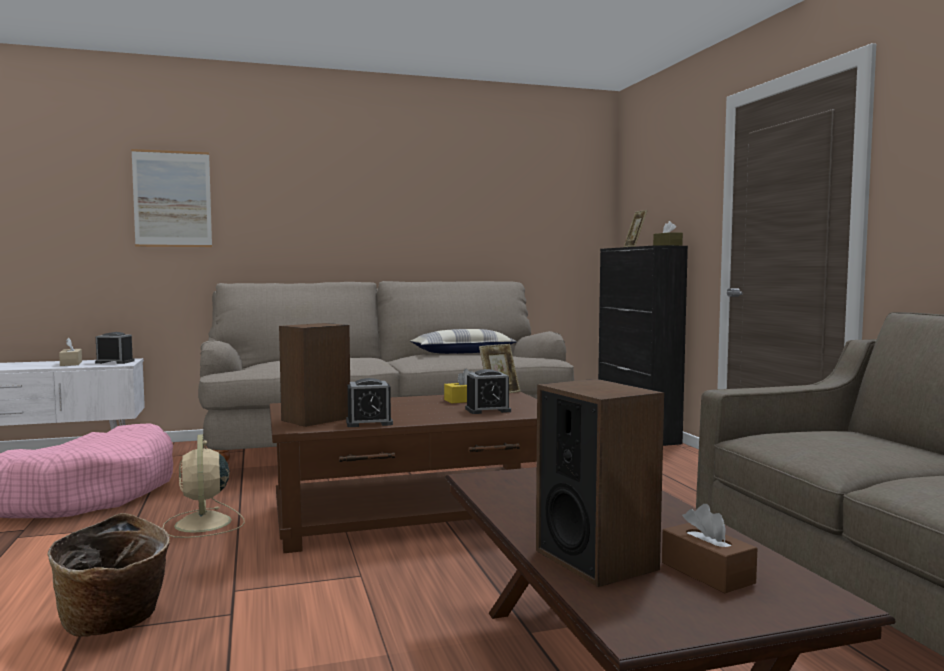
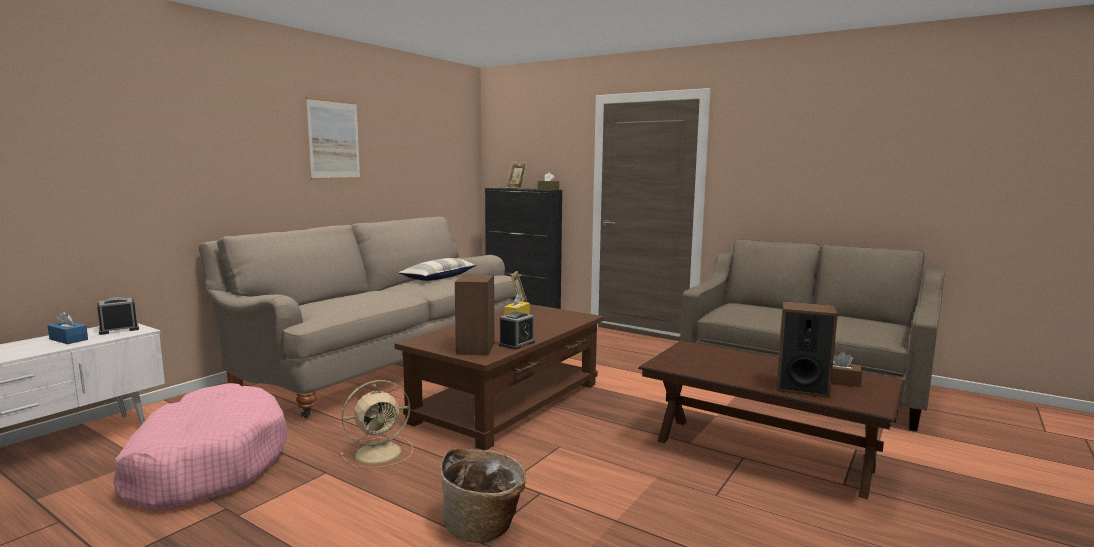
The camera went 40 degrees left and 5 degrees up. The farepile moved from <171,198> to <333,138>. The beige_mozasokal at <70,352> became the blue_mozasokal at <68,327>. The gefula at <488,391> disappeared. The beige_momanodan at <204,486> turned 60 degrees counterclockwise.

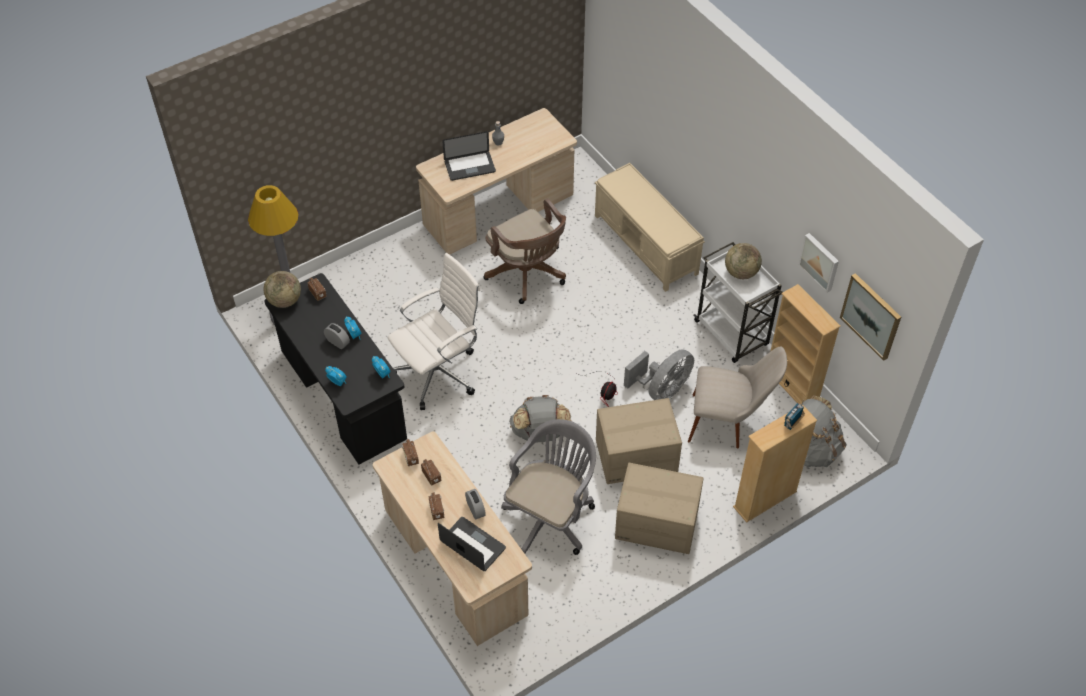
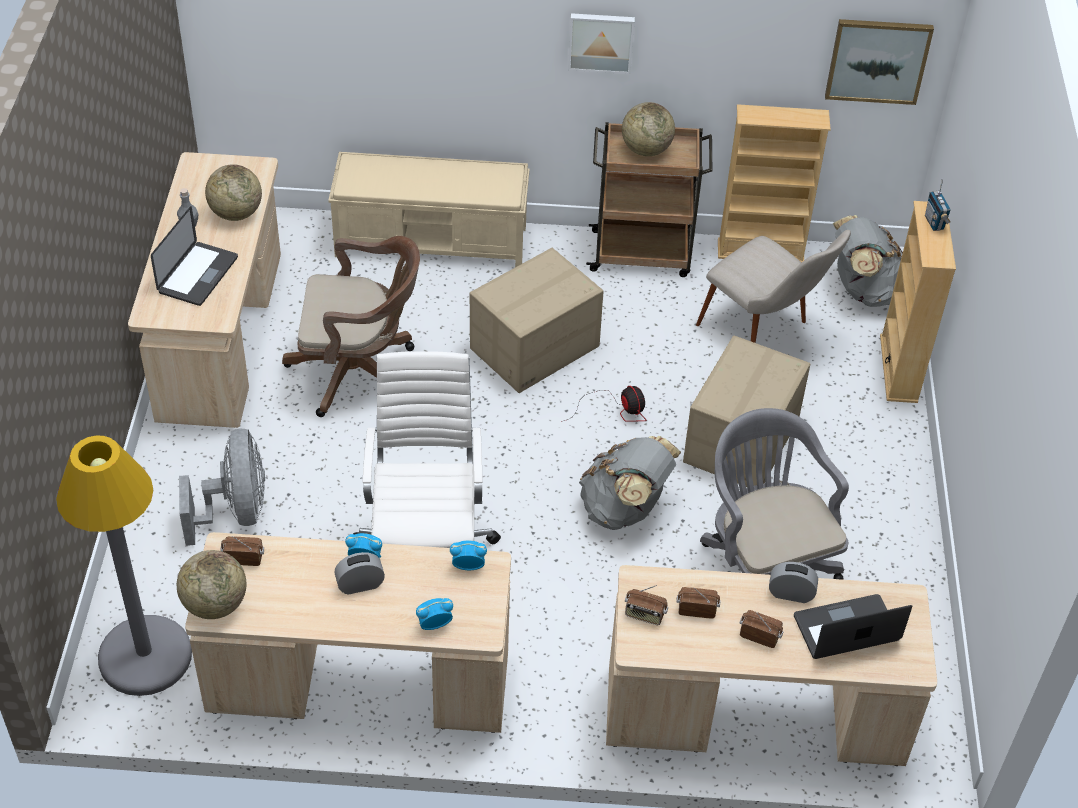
The camera went 55 degrees left and 5 degrees down. The farepile moved from <818,263> to <601,43>. The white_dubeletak at <738,302> became the brown_dubeletak at <649,199>. The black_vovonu at <335,369> became the beige_vovonu at <348,632>. The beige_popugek at <737,397> turned 90 degrees clockwise. The grey_momanodan moved from <659,374> to <222,487>. The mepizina moved from <659,508> to <537,320>. The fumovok at <233,192> appeared.

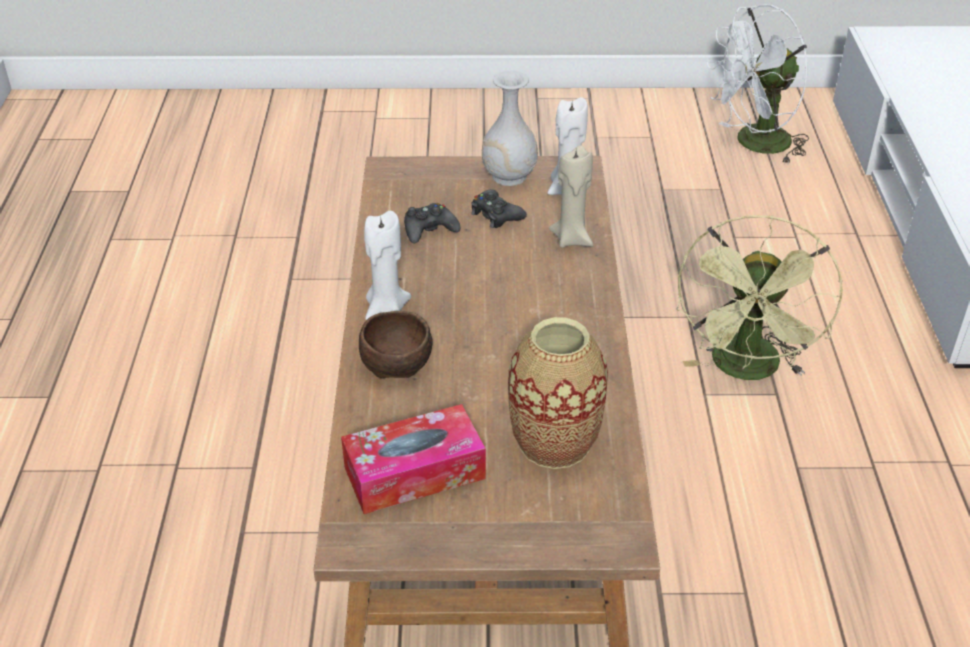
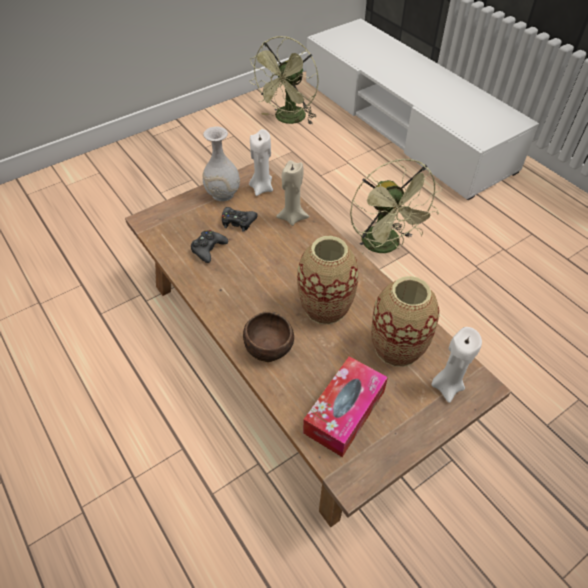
The camera went 35 degrees left and 10 degrees up. The white_momanodan at <758,84> became the green_momanodan at <284,80>. The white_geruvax moved from <387,265> to <456,365>. The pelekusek at <327,280> appeared.

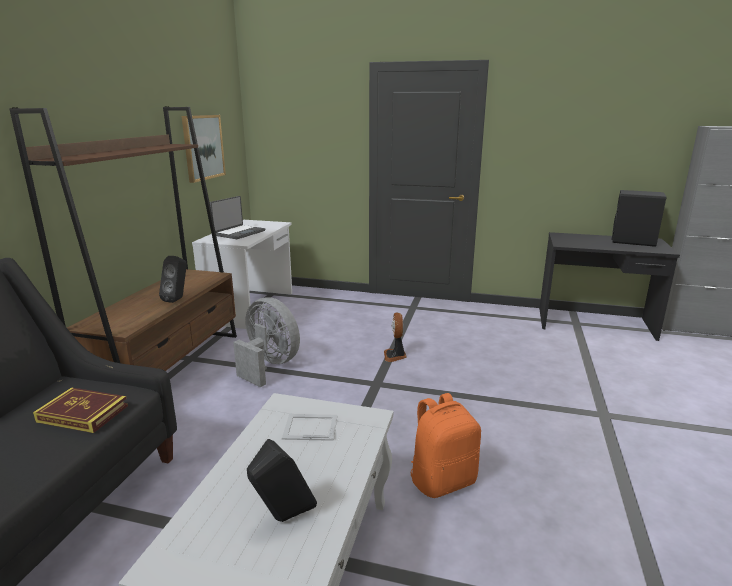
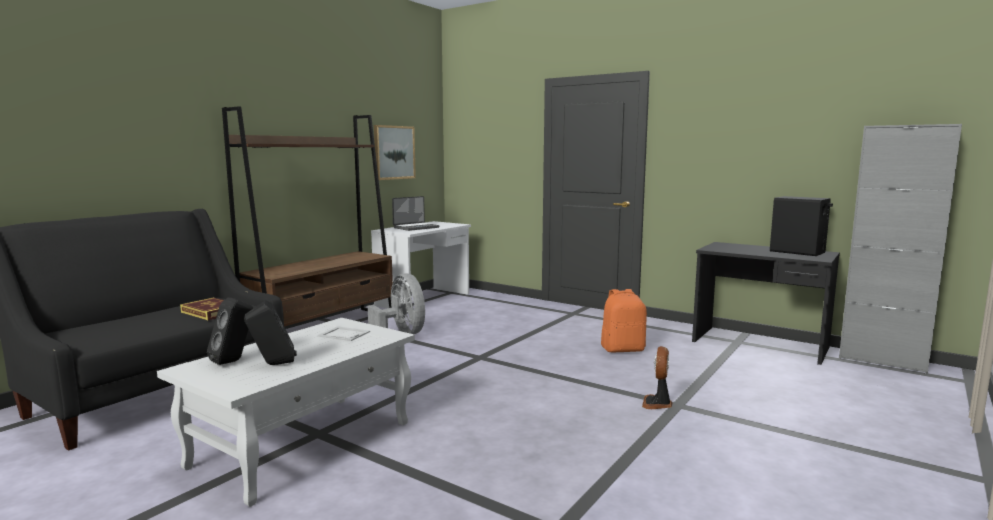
The camera went 20 degrees right and 10 degrees down. The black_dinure moved from <173,279> to <230,331>. The momanodan moved from <395,337> to <657,377>. The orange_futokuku moved from <445,445> to <624,320>.

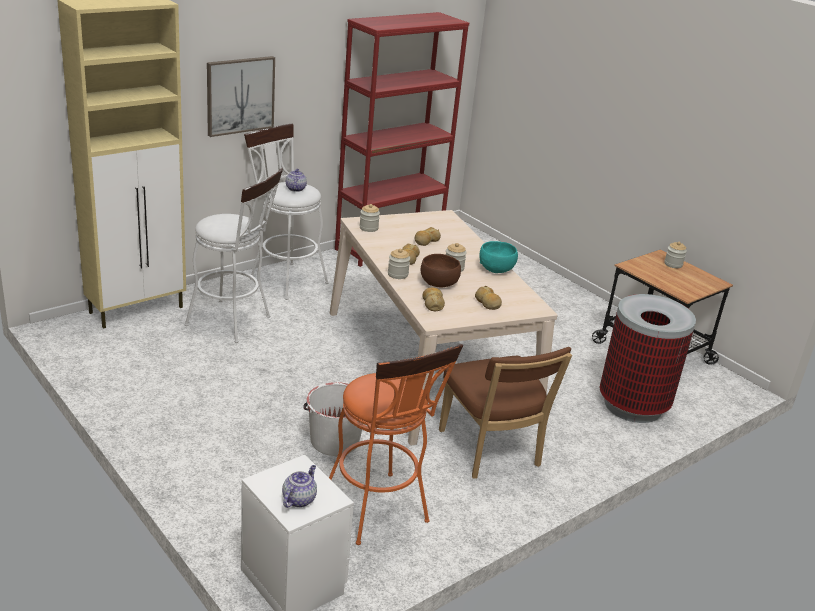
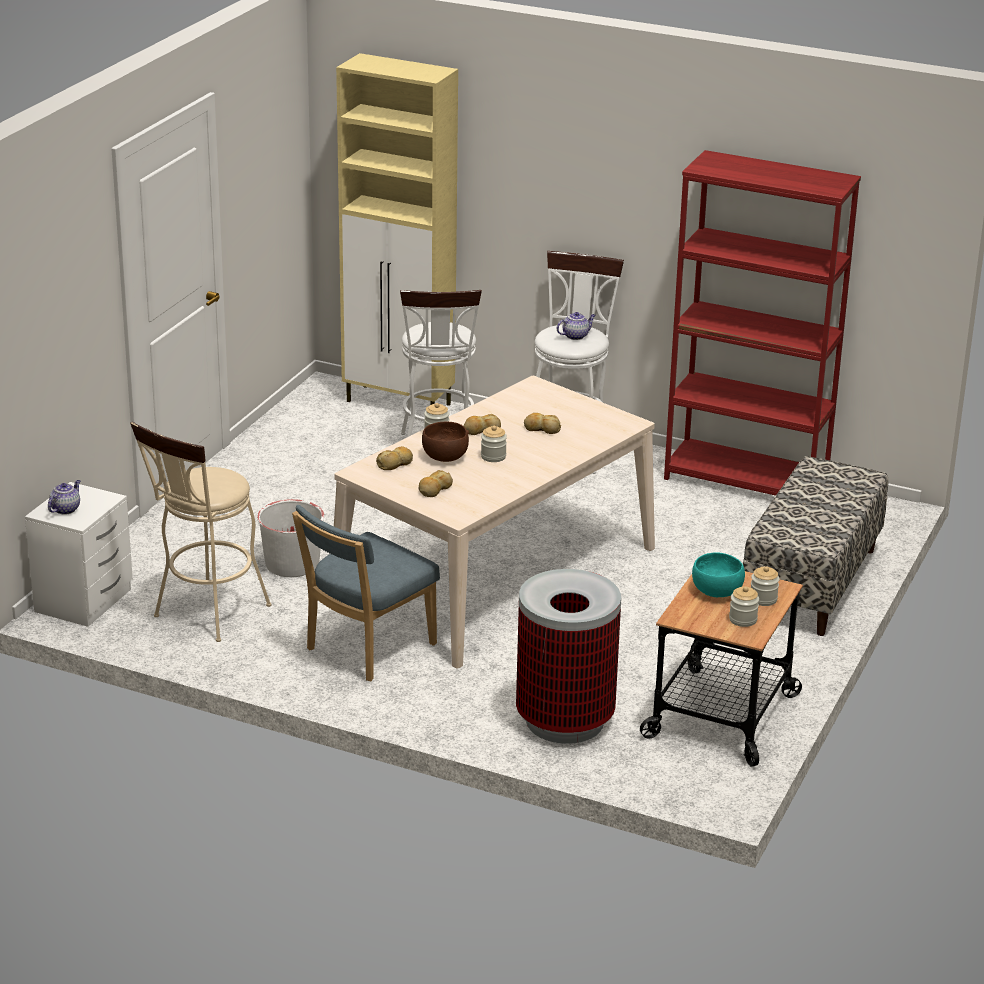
The camera went 65 degrees right and 0 degrees up. The farepile at <241,96> disappeared. The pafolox moved from <369,218> to <744,606>. The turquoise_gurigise moved from <498,257> to <718,574>. The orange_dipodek at <396,444> became the beige_dipodek at <201,532>. The brown_popugek at <505,413> became the blue_popugek at <366,593>. The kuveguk at <299,486> turned 60 degrees counterclockwise. The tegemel at <815,546> appeared.

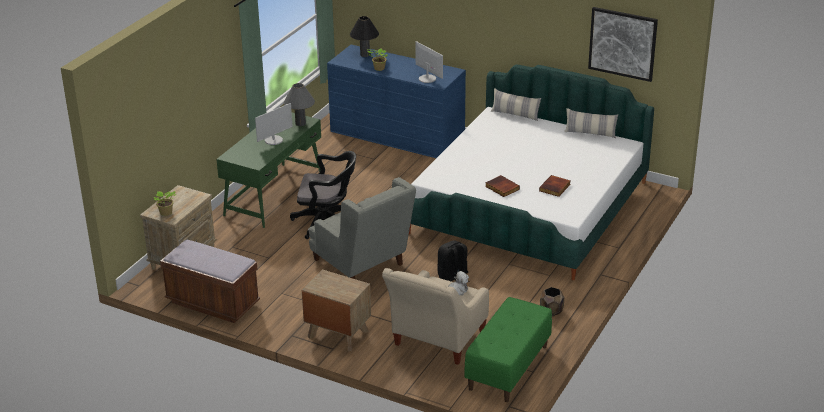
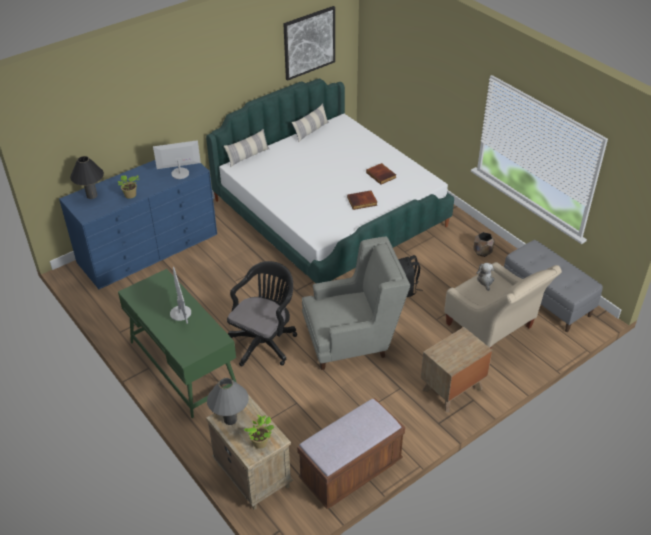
The camera went 65 degrees left and 10 degrees up. The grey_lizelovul moved from <299,104> to <228,401>. The green_tegemel at <508,349> became the grey_tegemel at <553,286>.

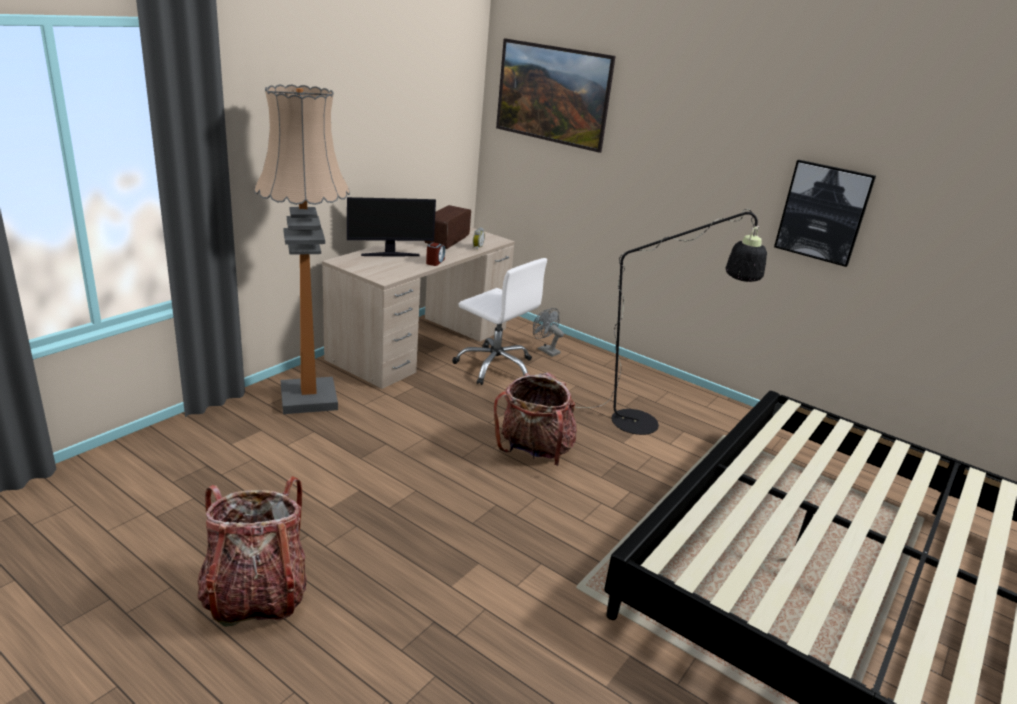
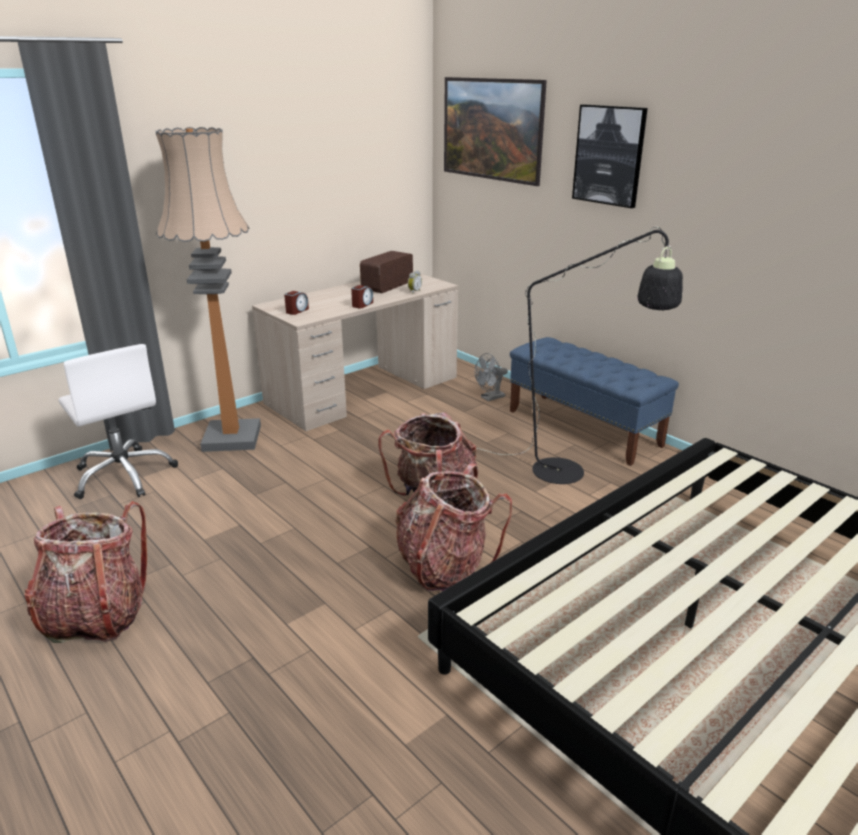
The camera went 15 degrees right and 0 degrees up. The farepile moved from <825,213> to <610,156>. The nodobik at <391,226> disappeared. The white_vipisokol moved from <499,321> to <118,421>. The grey_momanodan at <548,332> turned 90 degrees counterclockwise. The gefula at <296,303> appeared. The blue_tegemel at <594,401> appeared. The futokuku at <453,527> appeared.

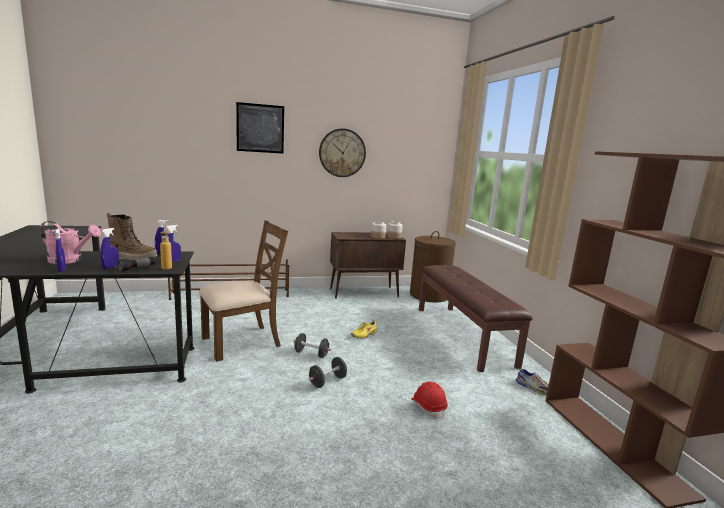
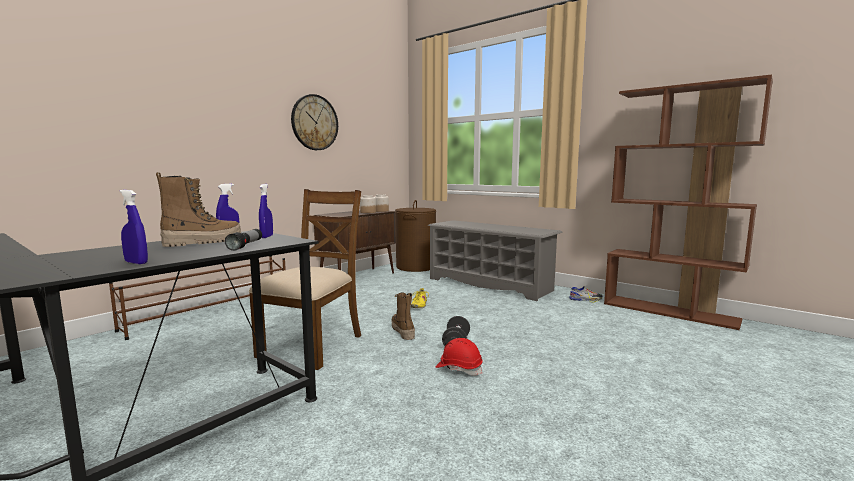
The camera went 35 degrees left and 5 degrees down. The farepile at <260,128> disappeared. The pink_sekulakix at <70,242> disappeared. The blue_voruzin at <109,248> disappeared. The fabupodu at <166,249> disappeared. The brown_tegemel at <476,318> was replaced by the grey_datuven at <495,260>. The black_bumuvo at <312,345> was replaced by the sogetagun at <403,316>. The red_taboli moved from <429,400> to <459,357>.

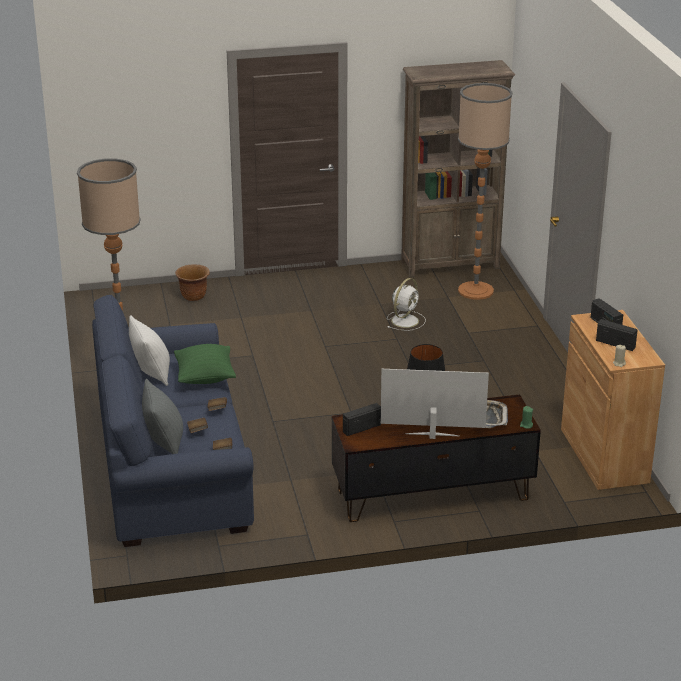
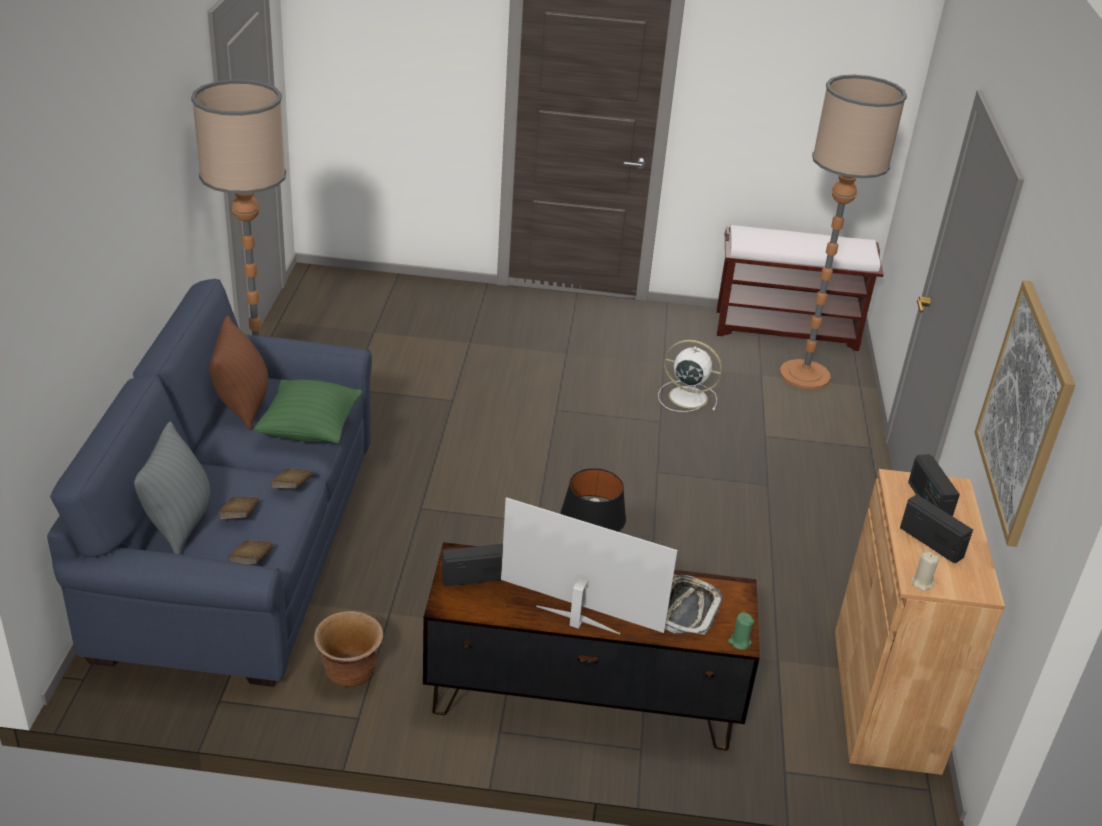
The camera went 15 degrees right and 5 degrees up. The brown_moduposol at <458,168> was replaced by the brown_tegemel at <800,288>. The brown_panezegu moved from <192,282> to <348,649>. The white_momanodan at <406,304> turned 120 degrees counterclockwise. The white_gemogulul at <149,350> became the brown_gemogulul at <239,372>. The farepile at <1025,413> appeared.

